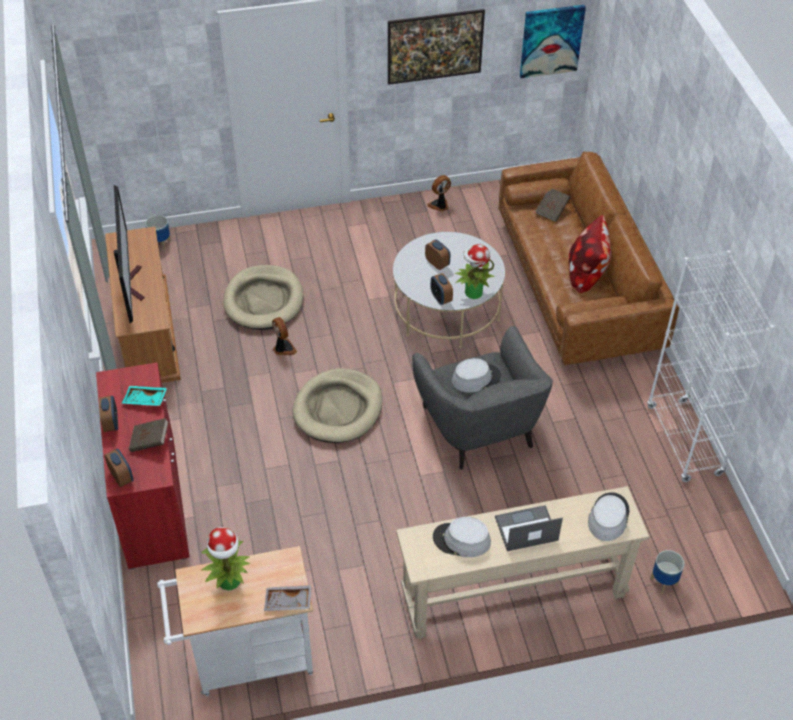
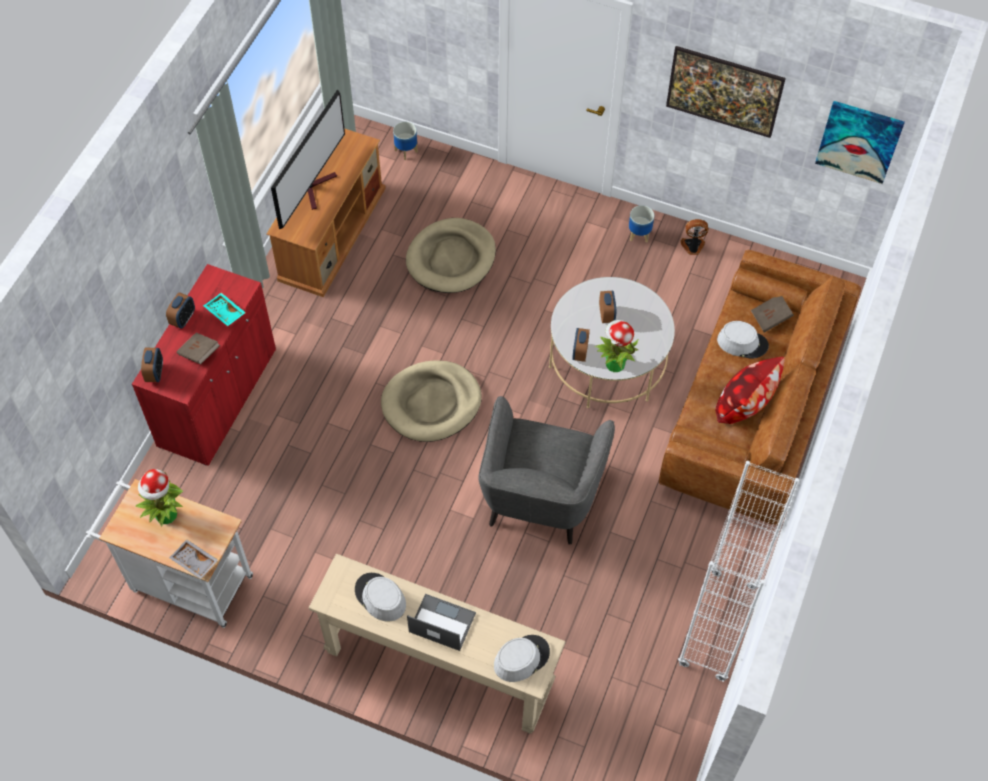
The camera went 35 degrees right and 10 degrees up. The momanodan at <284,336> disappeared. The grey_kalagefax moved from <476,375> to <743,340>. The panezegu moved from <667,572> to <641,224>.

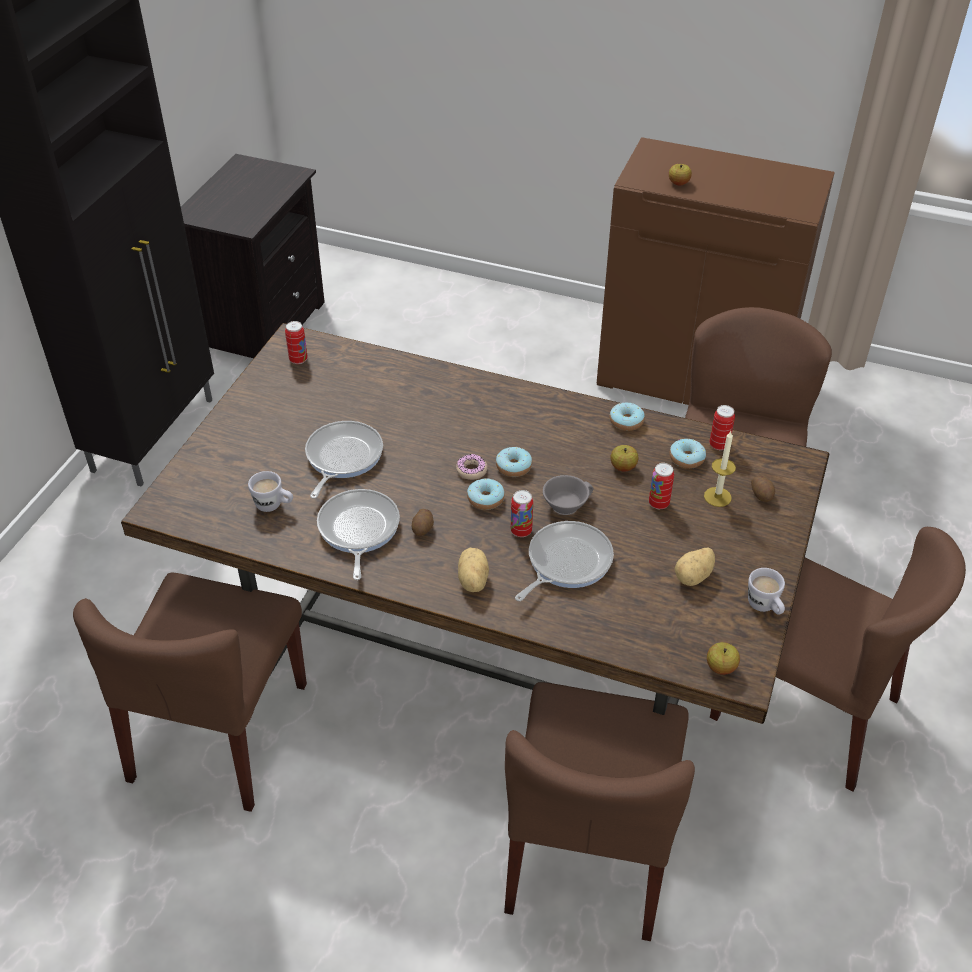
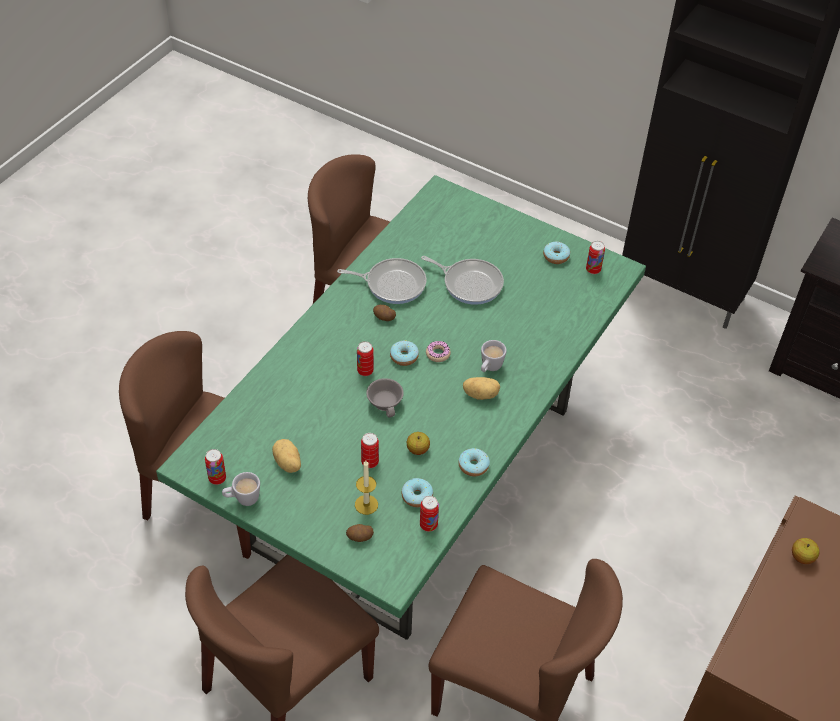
The camera went 100 degrees right and 5 degrees up. The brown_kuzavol at <475,523> became the green_kuzavol at <401,407>. The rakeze moved from <514,462> to <556,253>. The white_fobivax moved from <270,491> to <494,356>. The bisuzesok at <564,561> disappeared. The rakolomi moved from <473,570> to <481,388>. The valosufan at <723,658> disappeared. The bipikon at <215,467> appeared.

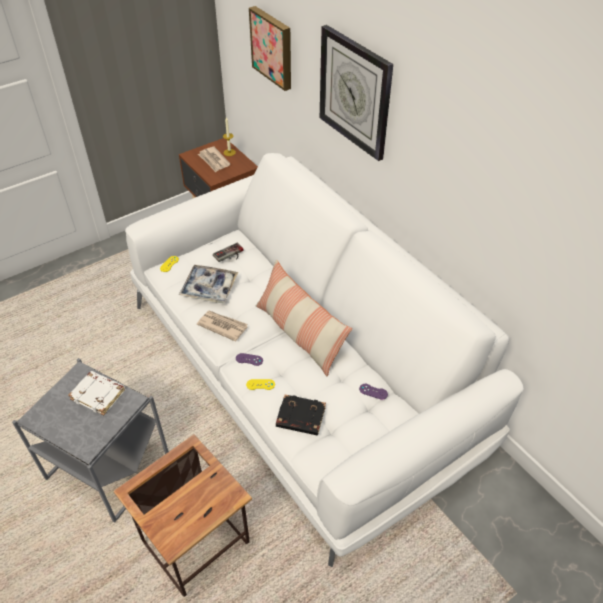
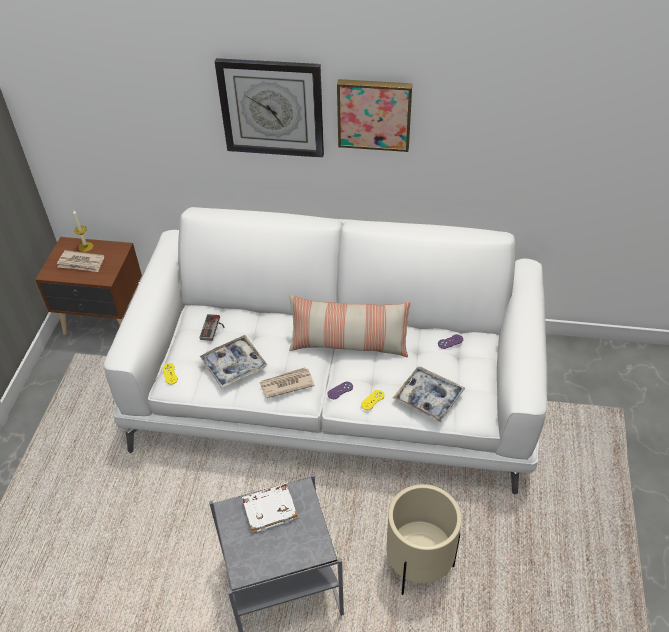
The camera went 45 degrees left and 0 degrees up. The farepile moved from <270,48> to <374,115>. The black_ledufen at <301,415> was replaced by the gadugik at <429,395>. The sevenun at <182,515> was replaced by the beige_panezegu at <424,539>.

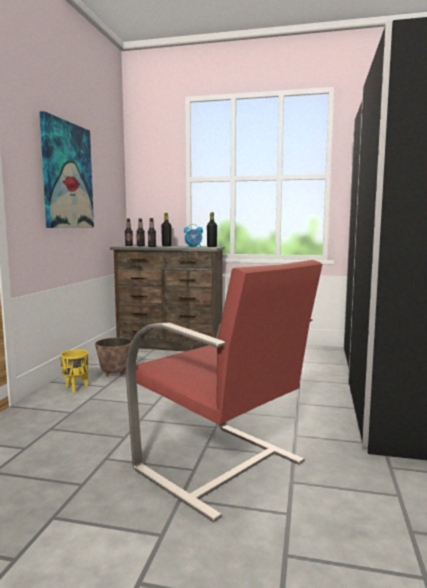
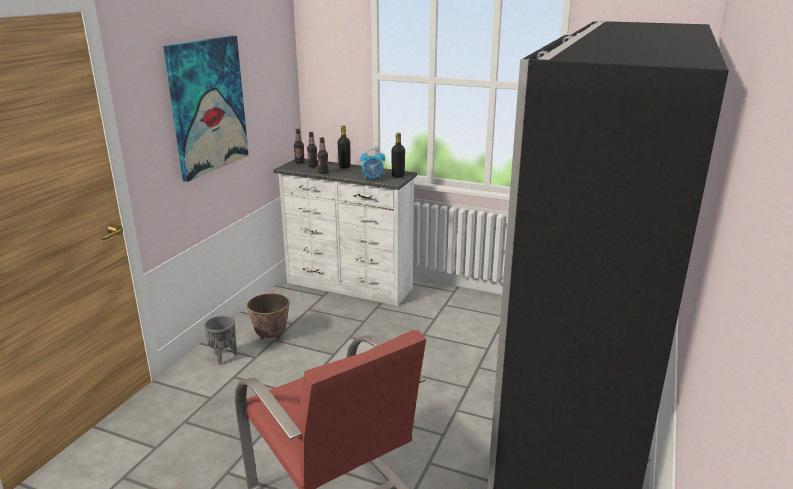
The camera went 10 degrees right and 15 degrees up. The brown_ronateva at <167,299> became the white_ronateva at <345,232>. The yellow_panezegu at <74,371> became the grey_panezegu at <220,340>.

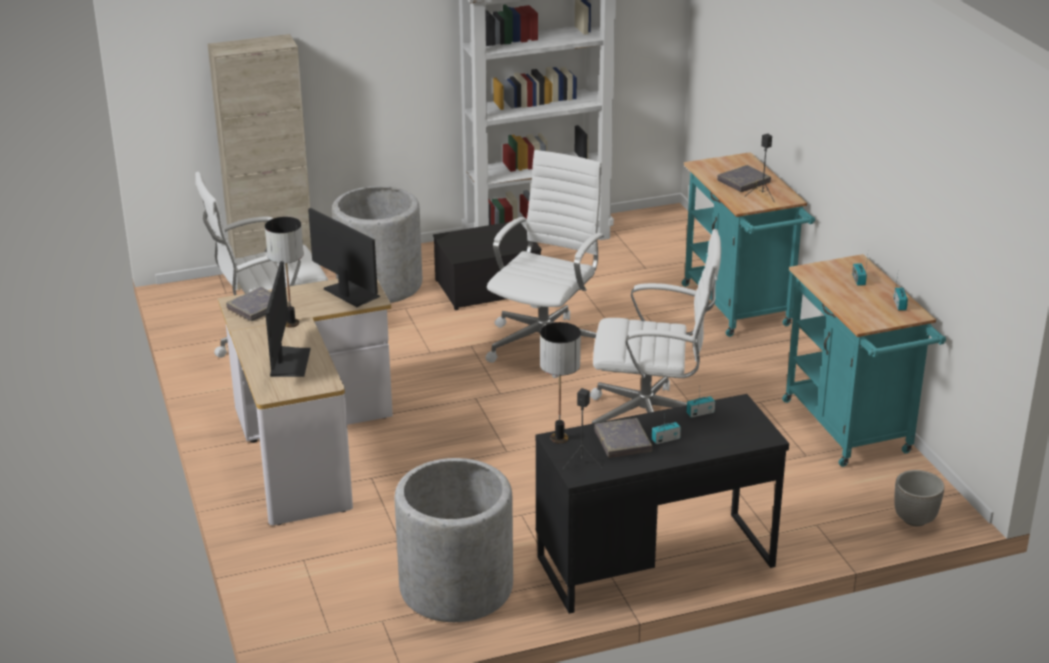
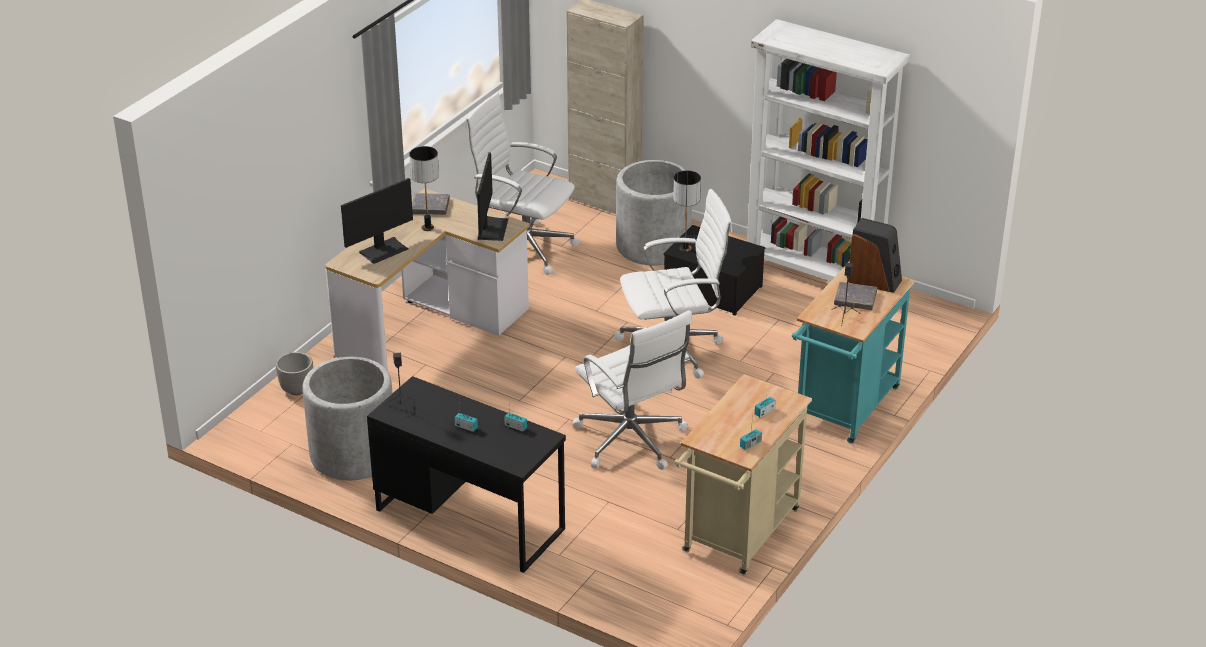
The camera went 50 degrees right and 5 degrees up. The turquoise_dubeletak at <864,360> became the beige_dubeletak at <743,475>. The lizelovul moved from <560,383> to <687,211>. The grey_ledufen at <623,438> disappeared. The panezegu moved from <919,498> to <294,373>. The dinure at <875,255> appeared.

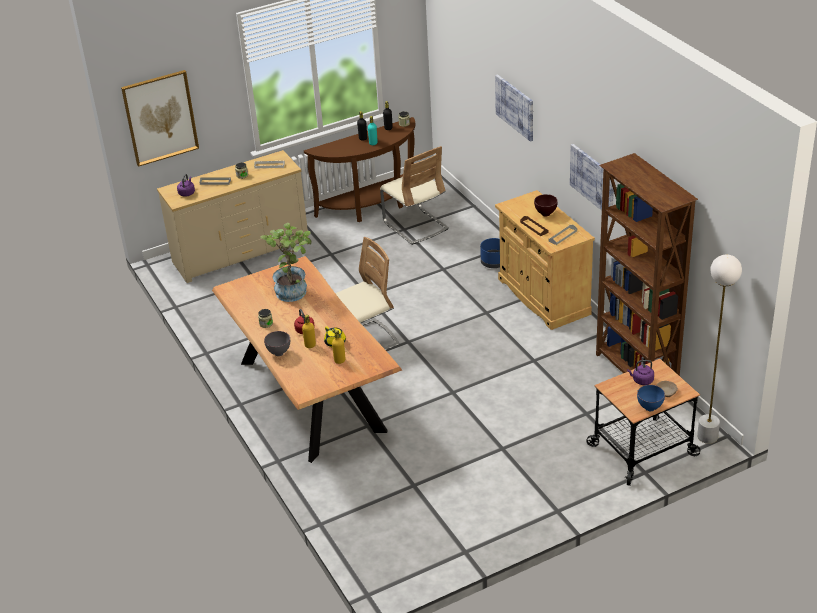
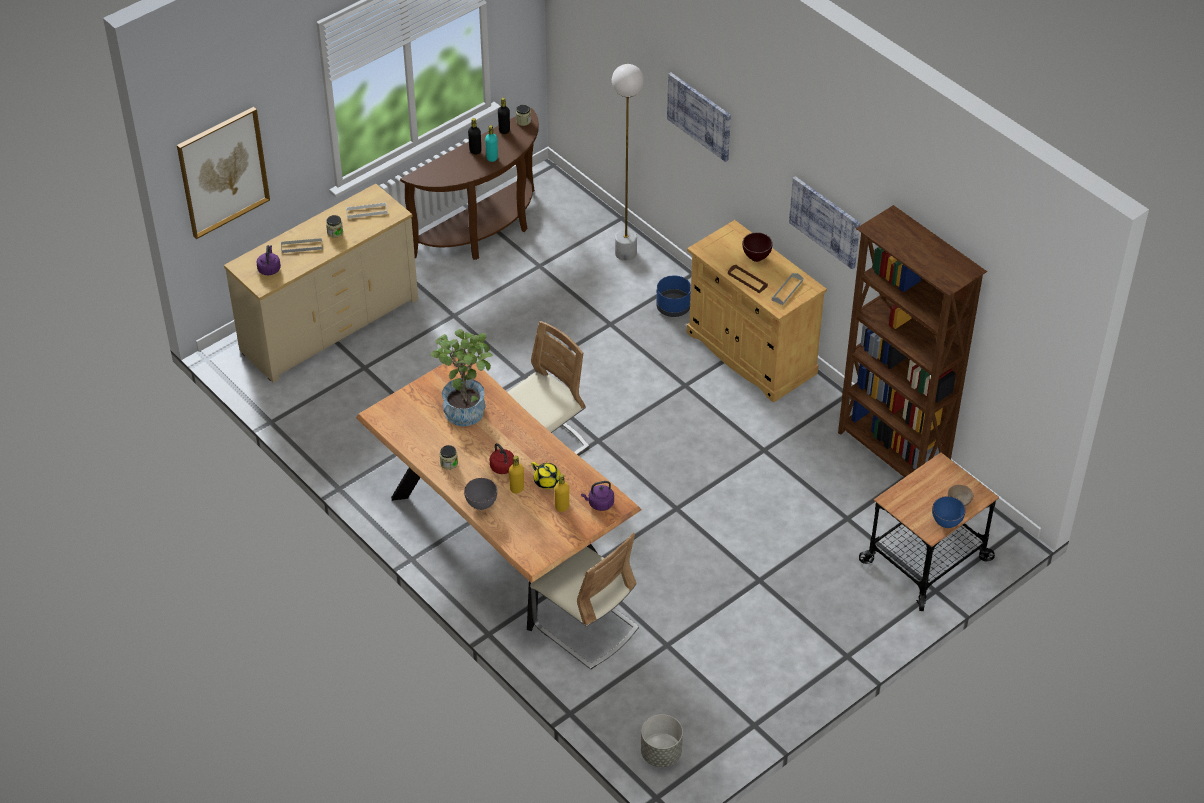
The camera went 15 degrees left and 10 degrees up. The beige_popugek moved from <414,195> to <584,601>. The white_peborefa moved from <719,349> to <628,162>. The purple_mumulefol moved from <640,372> to <597,496>. The grey_panezegu at <662,740> appeared.

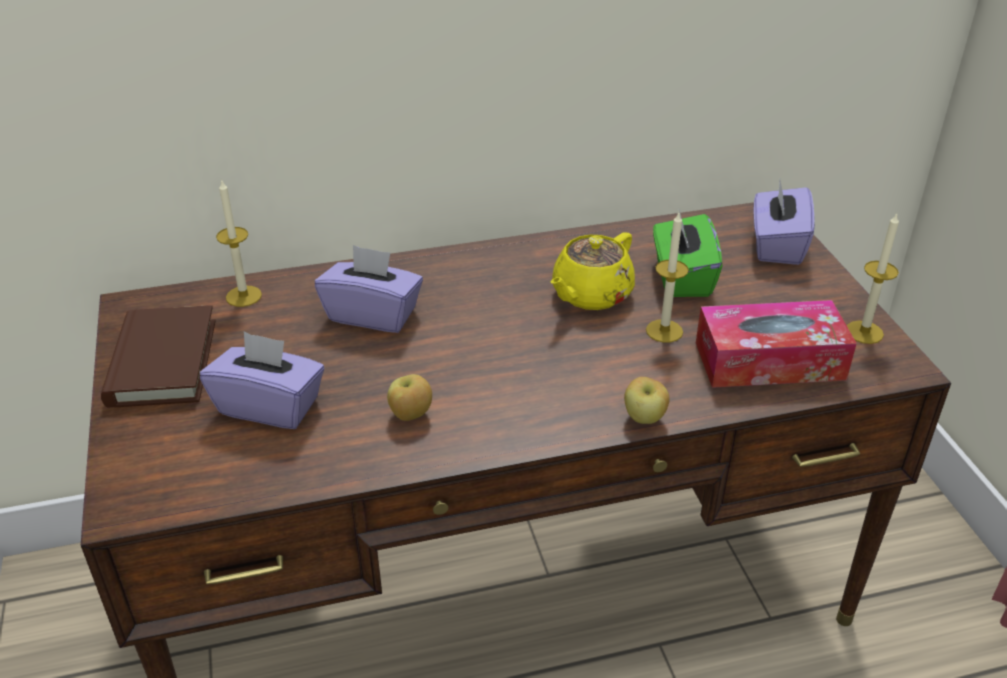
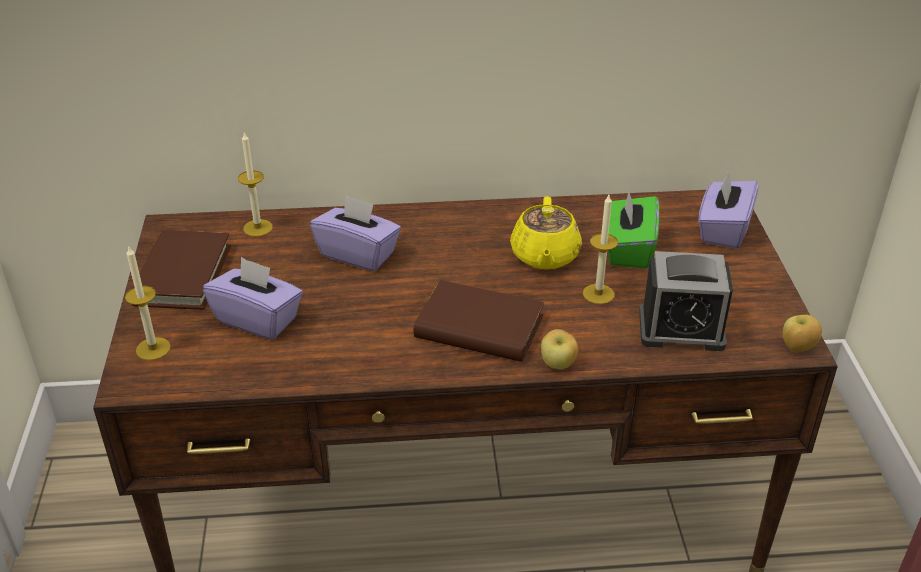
The camera went 10 degrees right and 0 degrees up. The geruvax moved from <873,278> to <148,302>. The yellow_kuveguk at <592,271> turned 45 degrees counterclockwise. The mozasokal at <776,344> was replaced by the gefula at <686,301>. The valosufan moved from <409,397> to <802,333>. The brown_ledufen at <479,321> appeared.

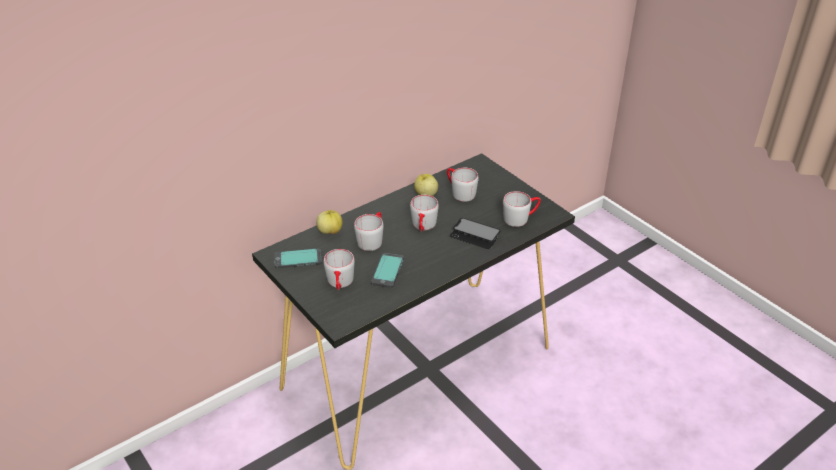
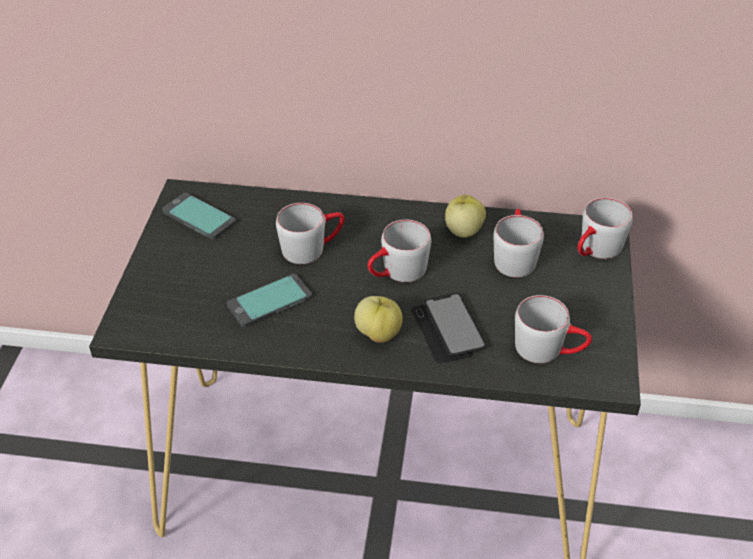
The camera went 45 degrees right and 5 degrees up. The valosufan moved from <329,222> to <378,319>. The grey_fobivax moved from <339,269> to <605,228>.

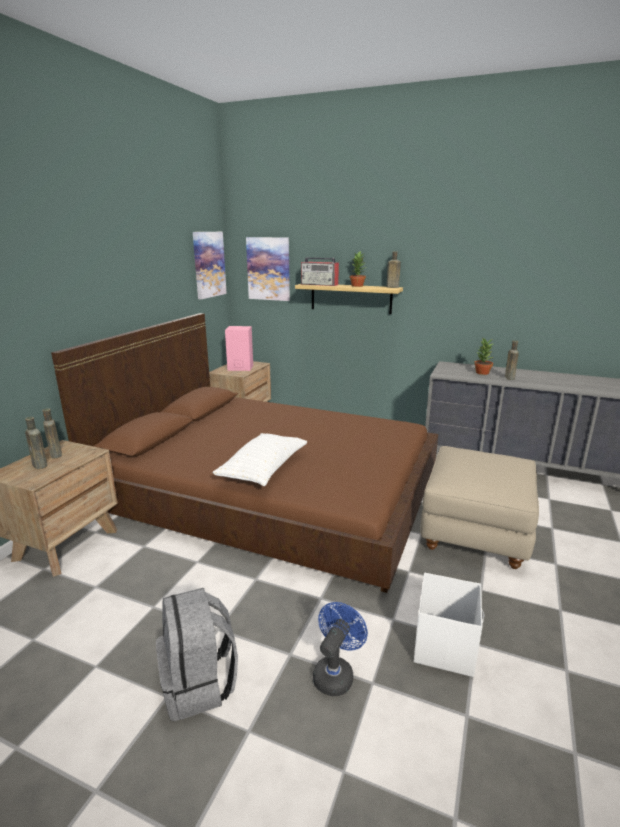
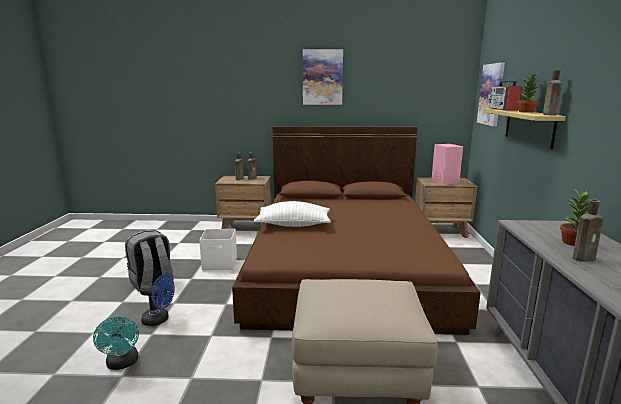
The camera went 70 degrees right and 5 degrees down. The farepile moved from <210,265> to <323,77>. The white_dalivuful moved from <449,625> to <218,249>. The turquoise_momanodan at <116,343> appeared.

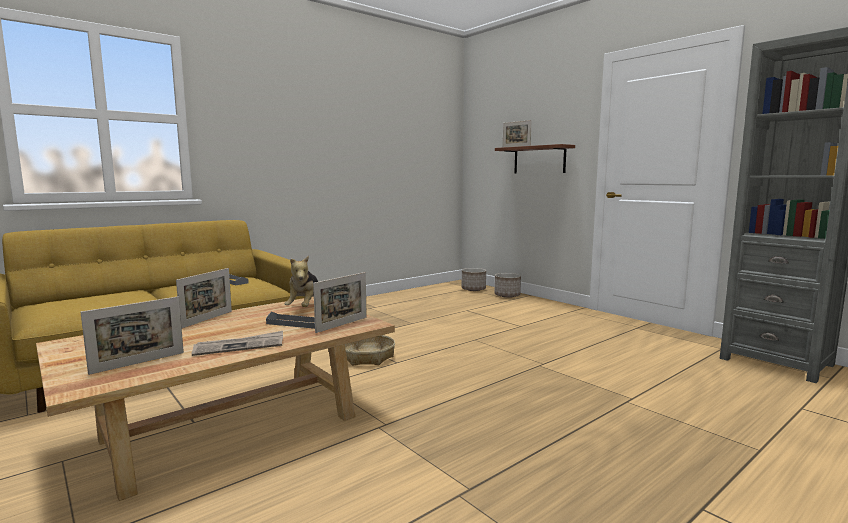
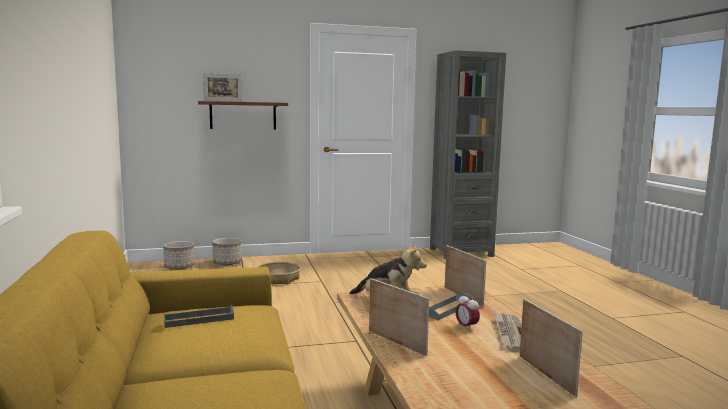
The camera went 65 degrees left and 0 degrees up. The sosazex moved from <370,350> to <279,273>. The gefula at <467,311> appeared.

